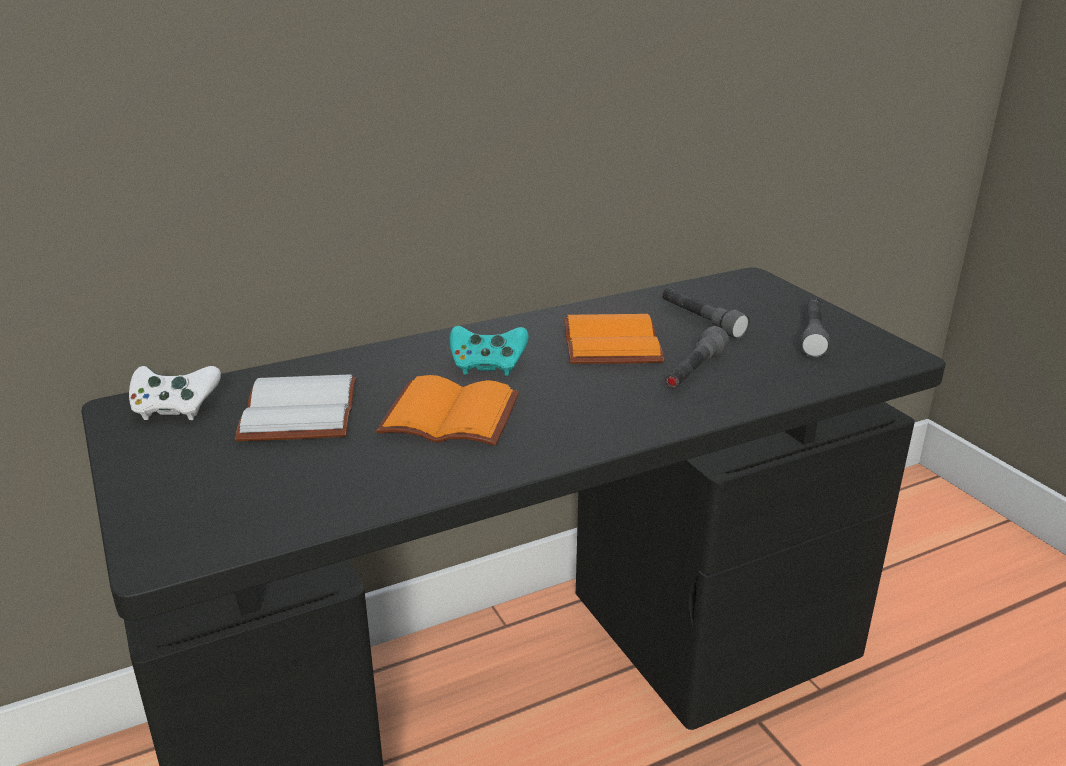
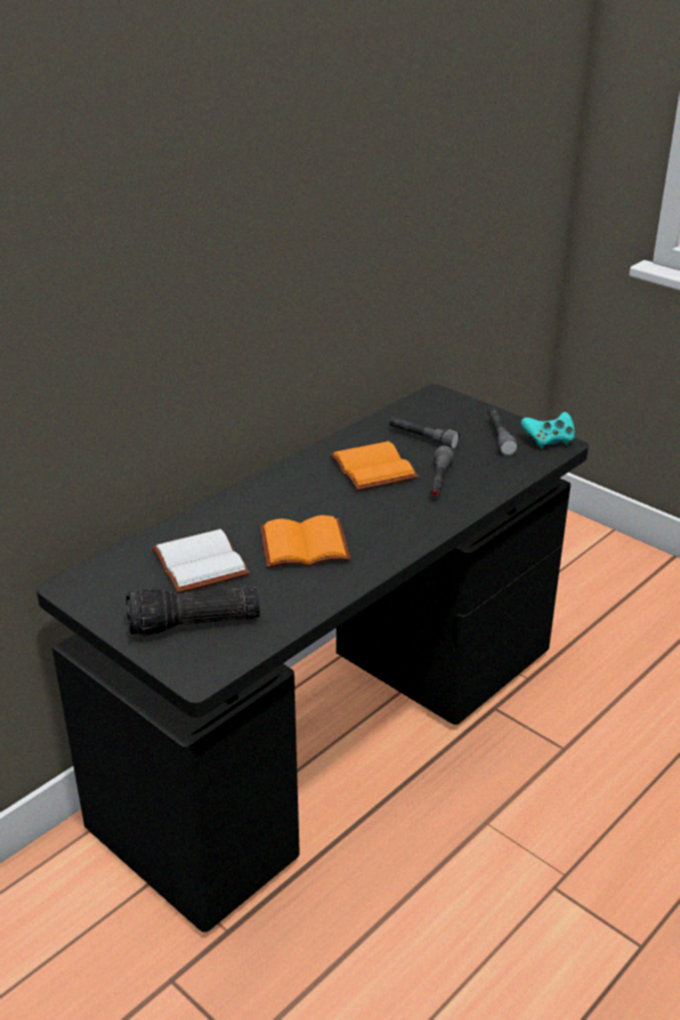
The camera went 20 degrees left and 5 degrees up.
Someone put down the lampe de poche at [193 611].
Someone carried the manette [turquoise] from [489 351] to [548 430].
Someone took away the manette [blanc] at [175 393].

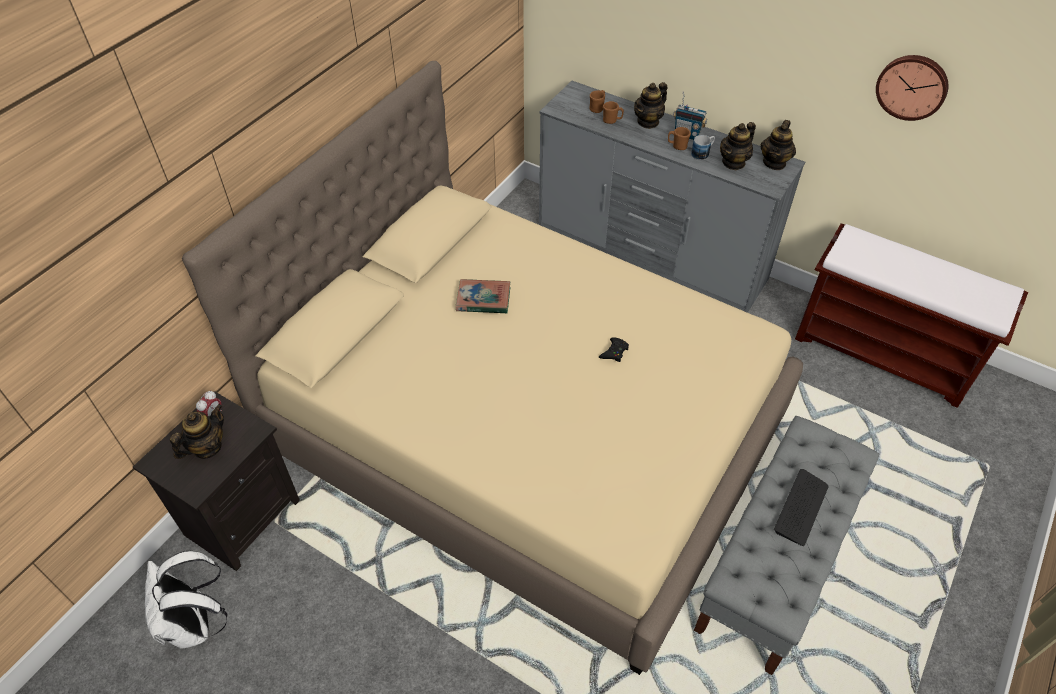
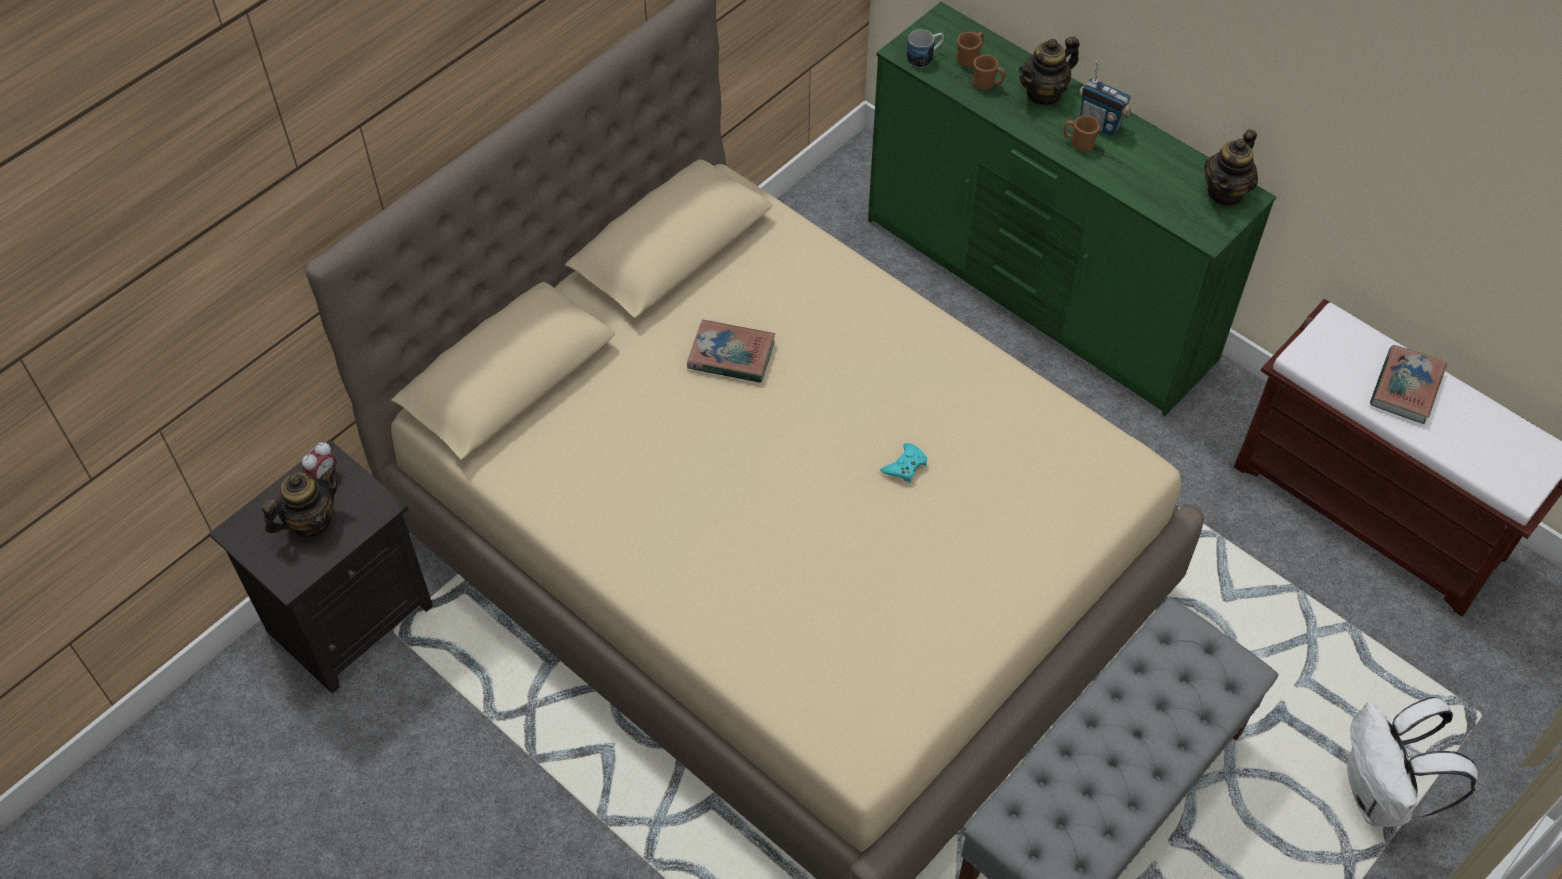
The camera went 10 degrees right and 5 degrees up.
Someone repainted the commode [gris] at [672 197], which became the commode [vert] at [1072 209].
Someone repainted the manette [noir] at [614 349], which became the manette [turquoise] at [903 463].
Someone carried the mug from [703 147] to [925 48].
Someone carried the sac à dos [blanc] from [186 600] to [1412 762].
Someone put down the livre at [1408 384].
Someone took away the théière at [738 146].
Someone took away the clavier at [801 507].
Someone took away the horloge murale at [912 88].

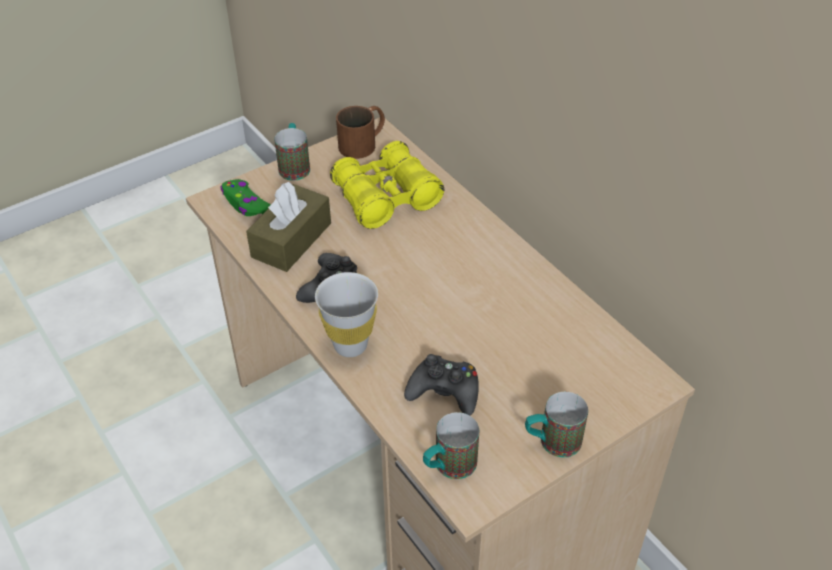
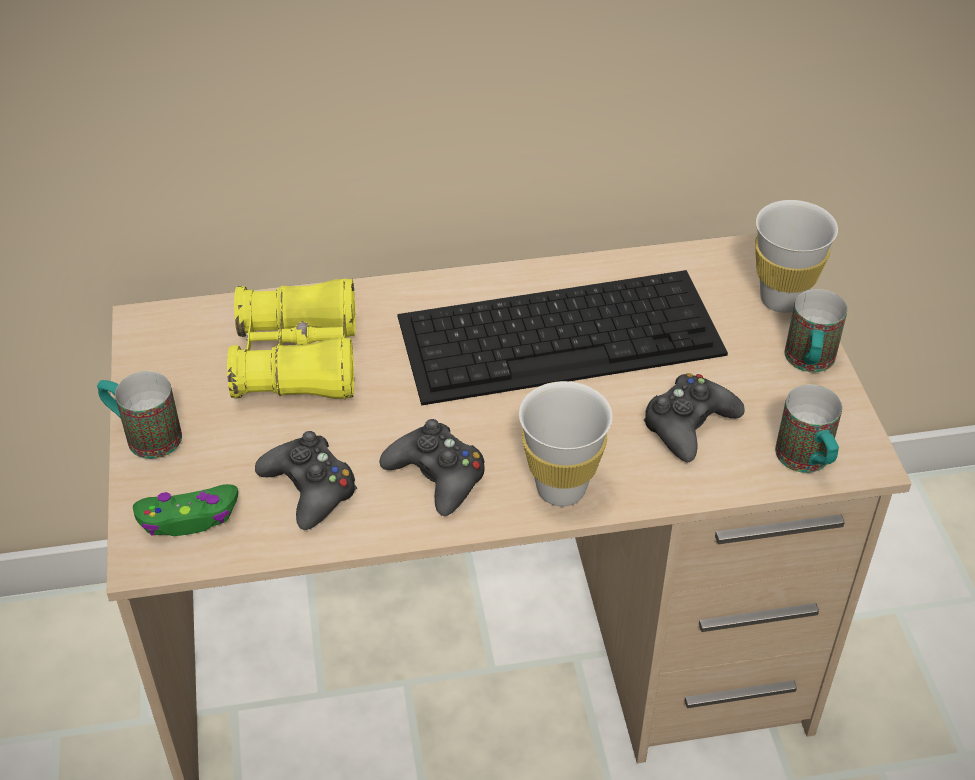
The camera went 65 degrees left and 0 degrees up.
Someone swapped the boîte à mouchoirs [marron] at [288 227] for the manette [noir] at [306 480].
Someone put down the clavier at [562 338].
Someone put down the tasse [blanc] at [796 256].
Someone took away the mug [marron] at [360 132].

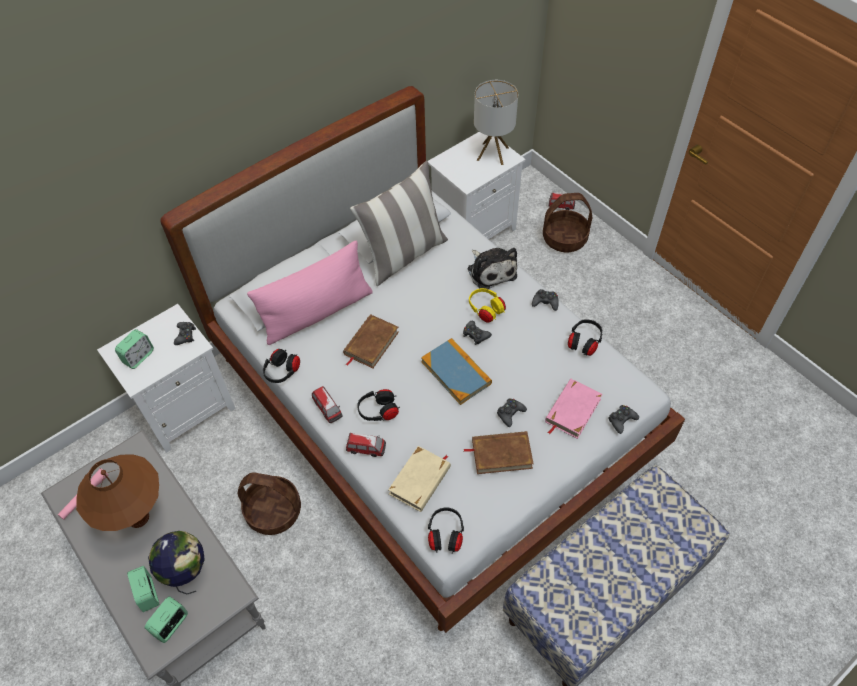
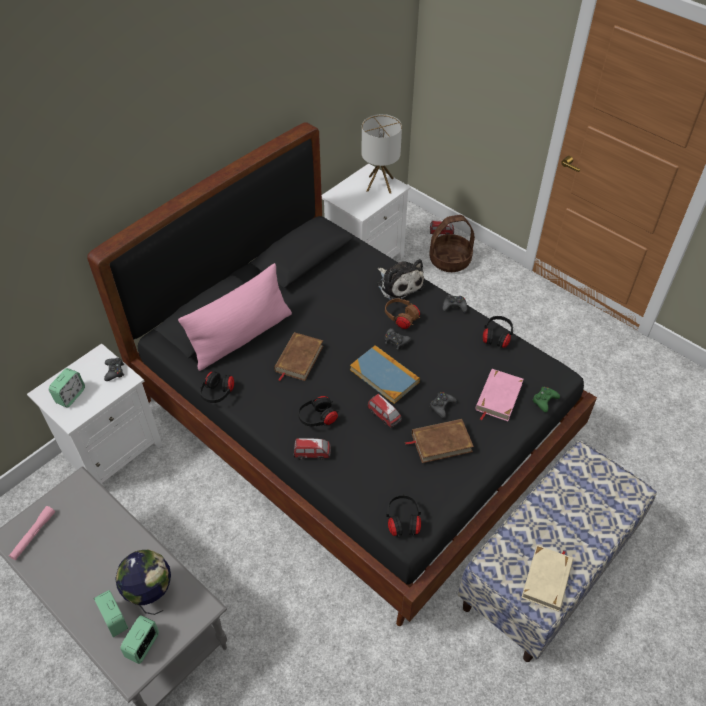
The camera went 10 degrees left and 5 degrees down.
Someone repainted the lit [blanc] at [423 359], which became the lit [noir] at [342 374].
Someone carried the petite voiture from [327 405] to [384 411].
Someone repainted the casque audio [jaune] at [487 305], which became the casque audio [marron] at [402 313].
Someone carried the livre [beige] from [419 479] to [547 578].
Someone repainted the manette [noir] at [624 419], which became the manette [vert] at [546 399].
Someone took away the lampe de table [marron] at [117 492].
Someone took away the panier at [269 504].
Someone took away the coussin at [399 223].

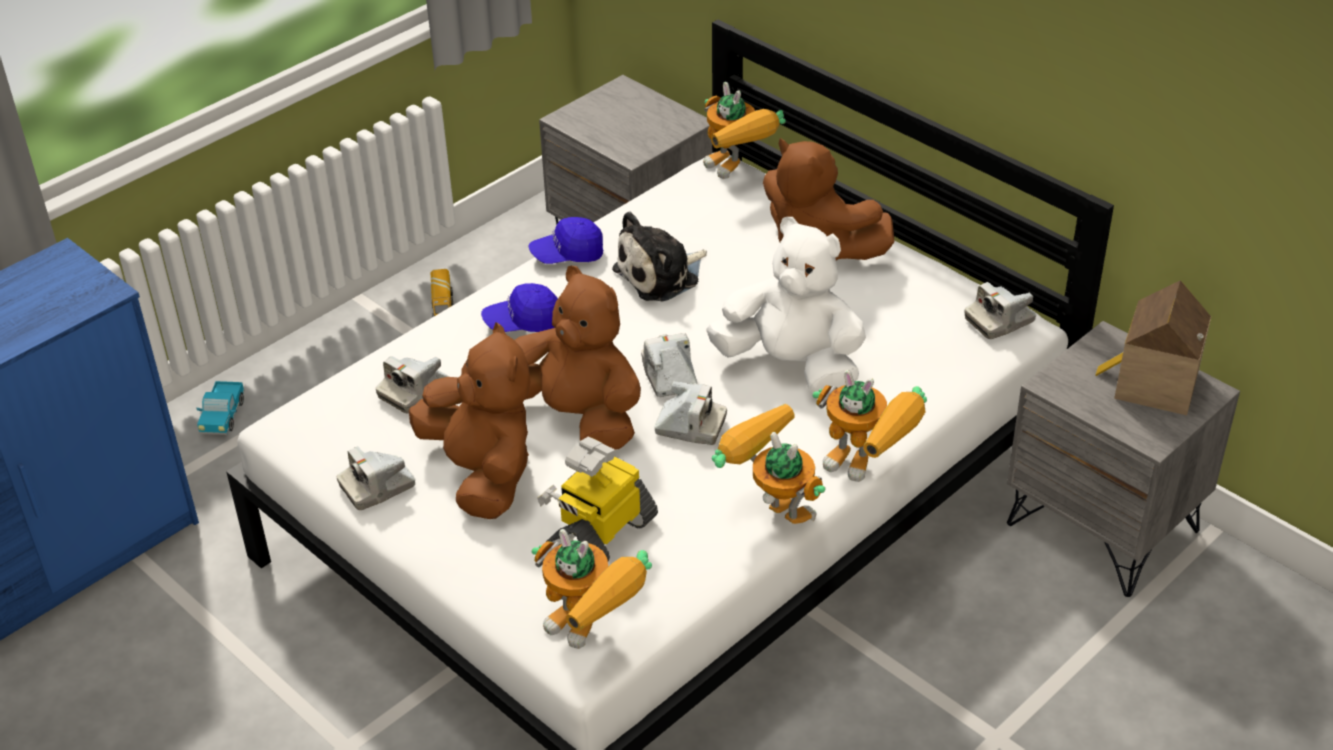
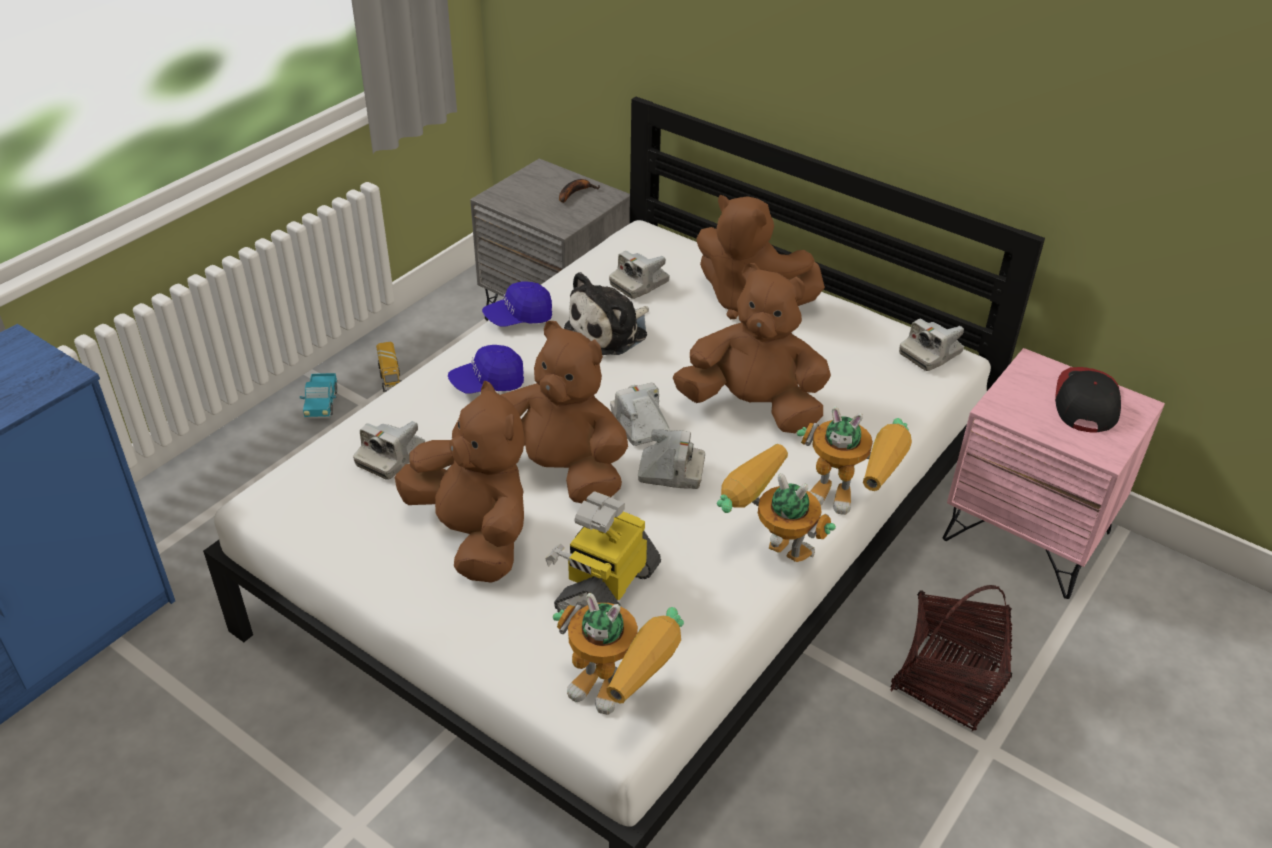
The camera went 10 degrees left and 0 degrees up.
Someone carried the camion jouet from [220 408] to [318 396].
Someone put down the banane at [579 191].
Someone carried the appareil photo from [376 478] to [639 275].
Someone repainted the peluche [blanc] at [786 305], which became the peluche [marron] at [752 348].
Someone put down the panier at [951 658].
Someone repainted the table de chevet [gris] at [1123 459], which became the table de chevet [rose] at [1054 473].
Someone swapped the maison miniature at [1153 347] for the casquette at [1088 400].
Someone took away the robot jouet at [744 130].

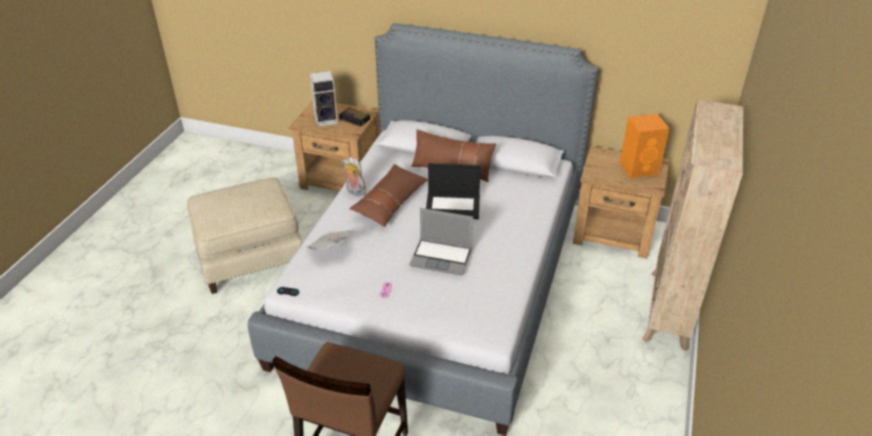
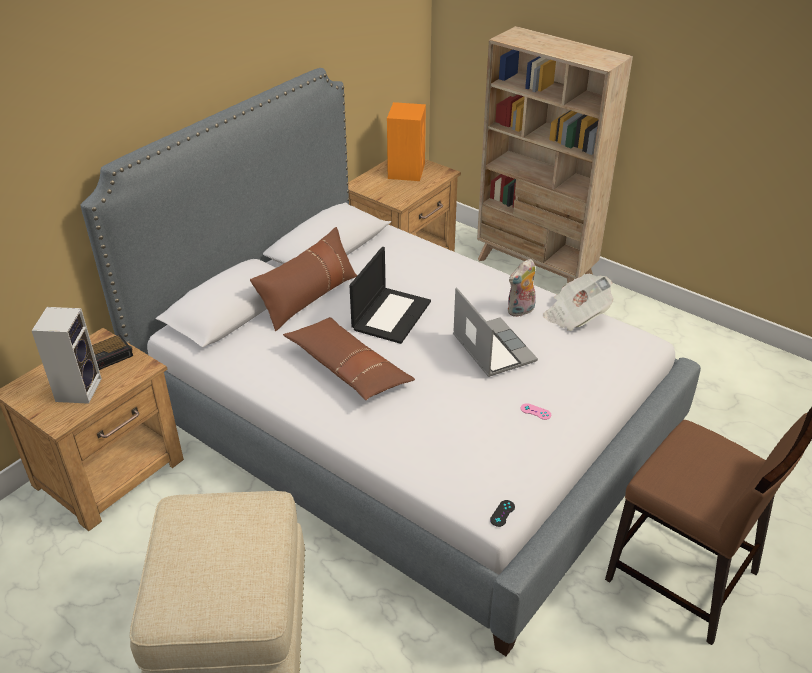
The camera went 70 degrees left and 0 degrees up.
Someone rotated the ordinateur portable at [441 242] by 60 degrees counterclockwise.
Someone carried the peluche from [354 177] to [521 288].
Someone carried the journal from [330 240] to [578 302].

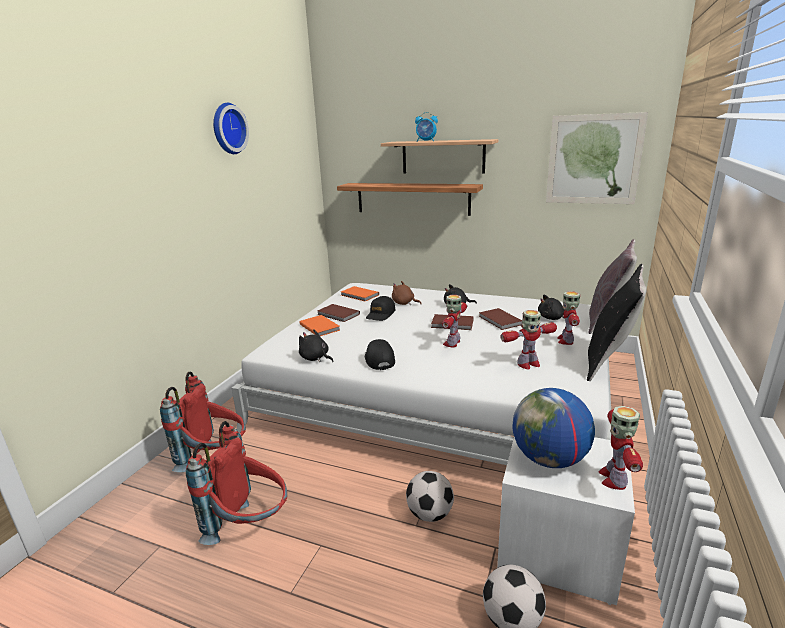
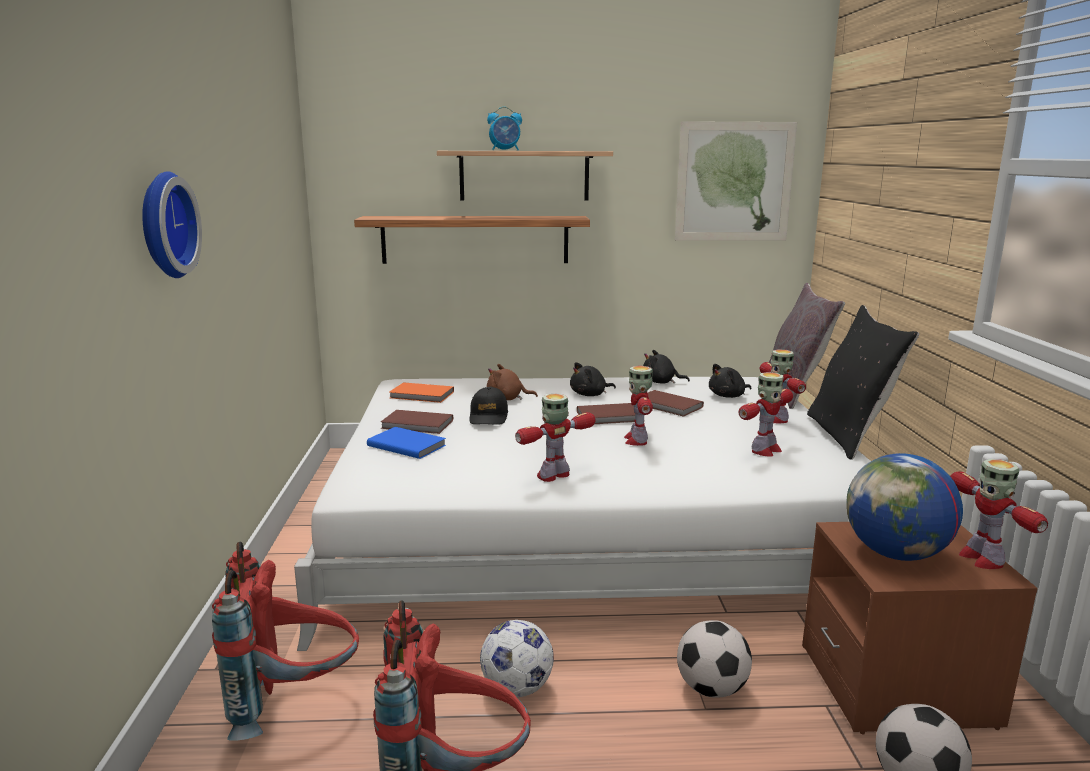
The camera went 25 degrees left and 5 degrees down.
Someone carried the horloge murale from [231 128] to [172 224].
Someone repainted the livre [orange] at [319 325], which became the livre [bleu] at [406 443].
Someone put down the ballon de foot at [517 658].
Someone swapped the casquette [noir] at [380 354] for the robot jouet at [555 437].
Someone carried the peluche [noir] from [316 345] to [666 367].
Someone repainted the table de chevet [blanc] at [566 521], which became the table de chevet [marron] at [920 628].

